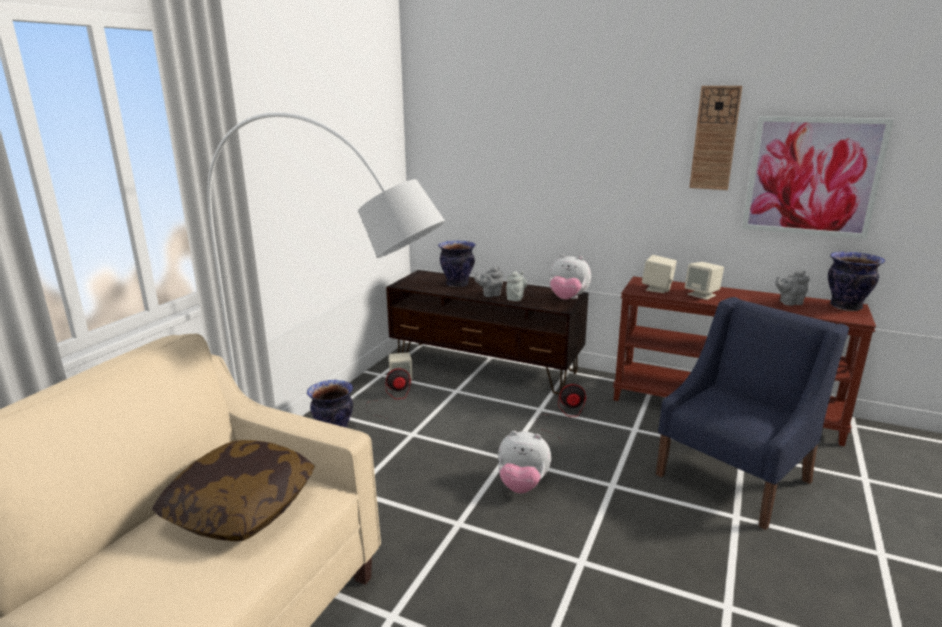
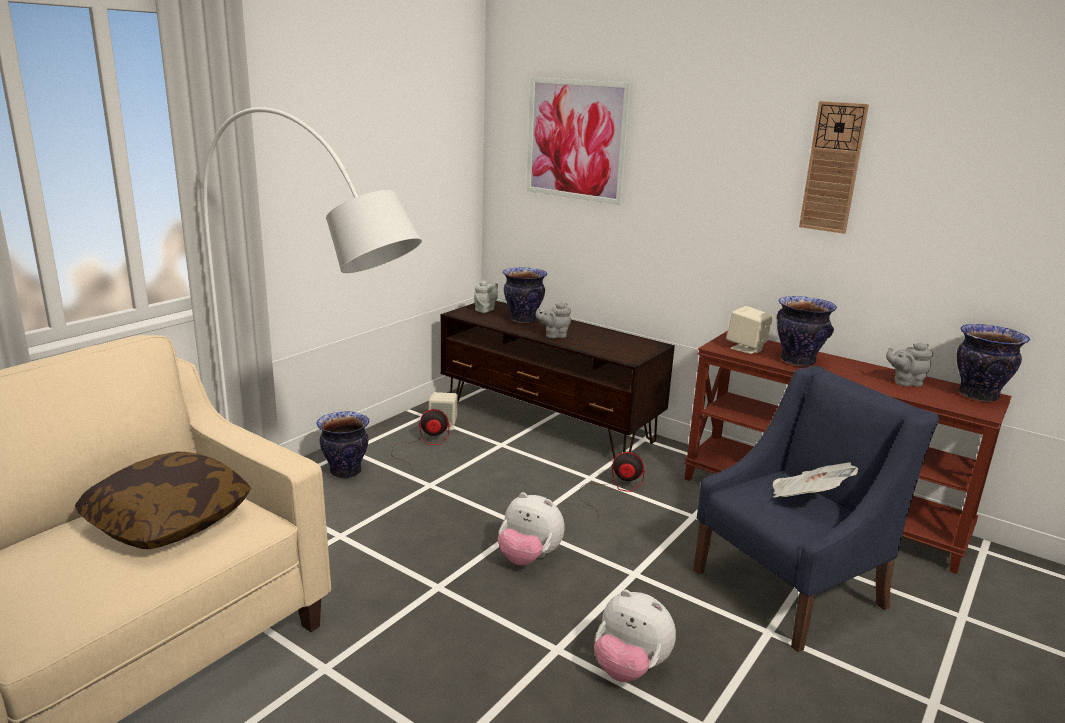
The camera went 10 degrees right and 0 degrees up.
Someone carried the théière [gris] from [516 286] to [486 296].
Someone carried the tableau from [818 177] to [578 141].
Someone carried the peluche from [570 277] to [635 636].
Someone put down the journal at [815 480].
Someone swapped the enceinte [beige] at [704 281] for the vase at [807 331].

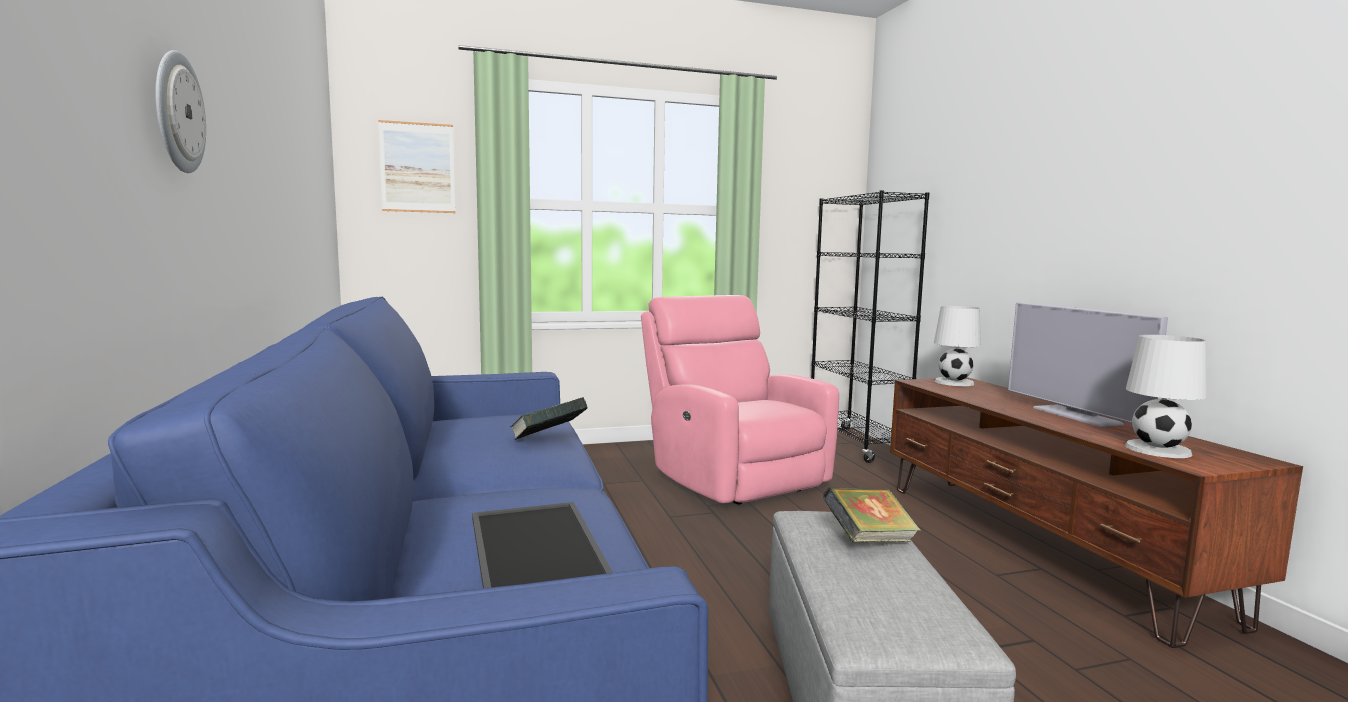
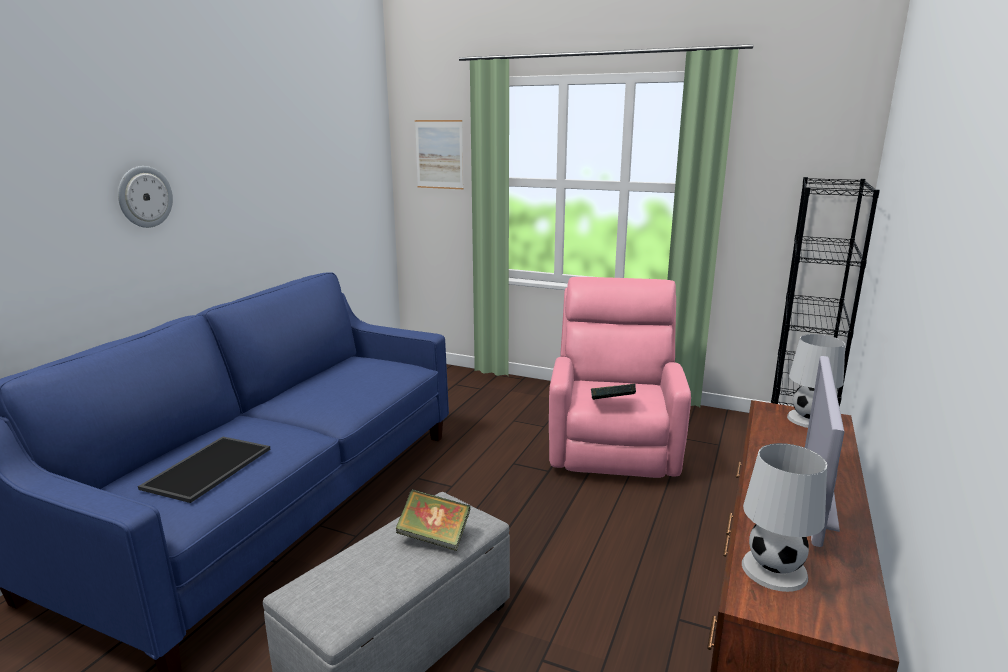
The camera went 40 degrees right and 10 degrees up.
Someone carried the livre from [549 418] to [613 392].

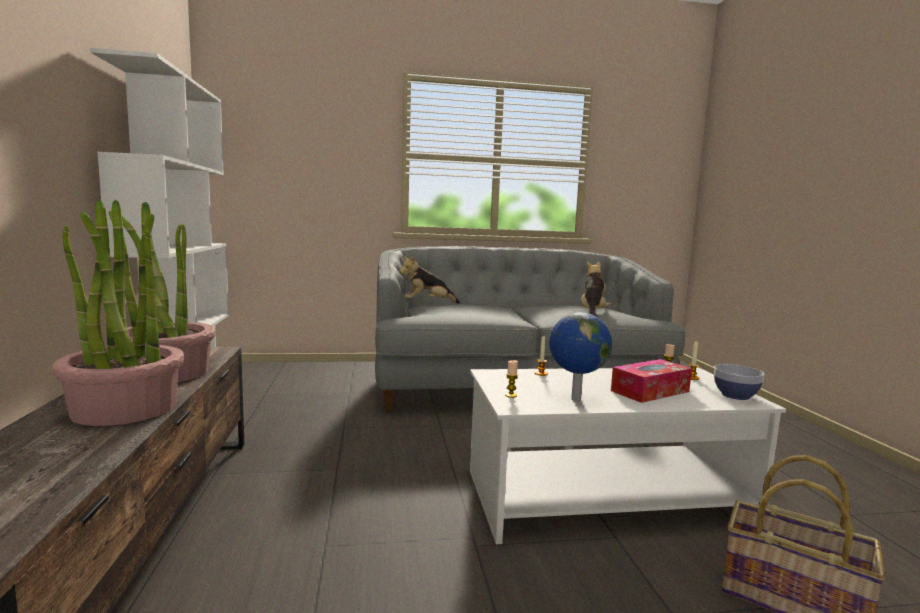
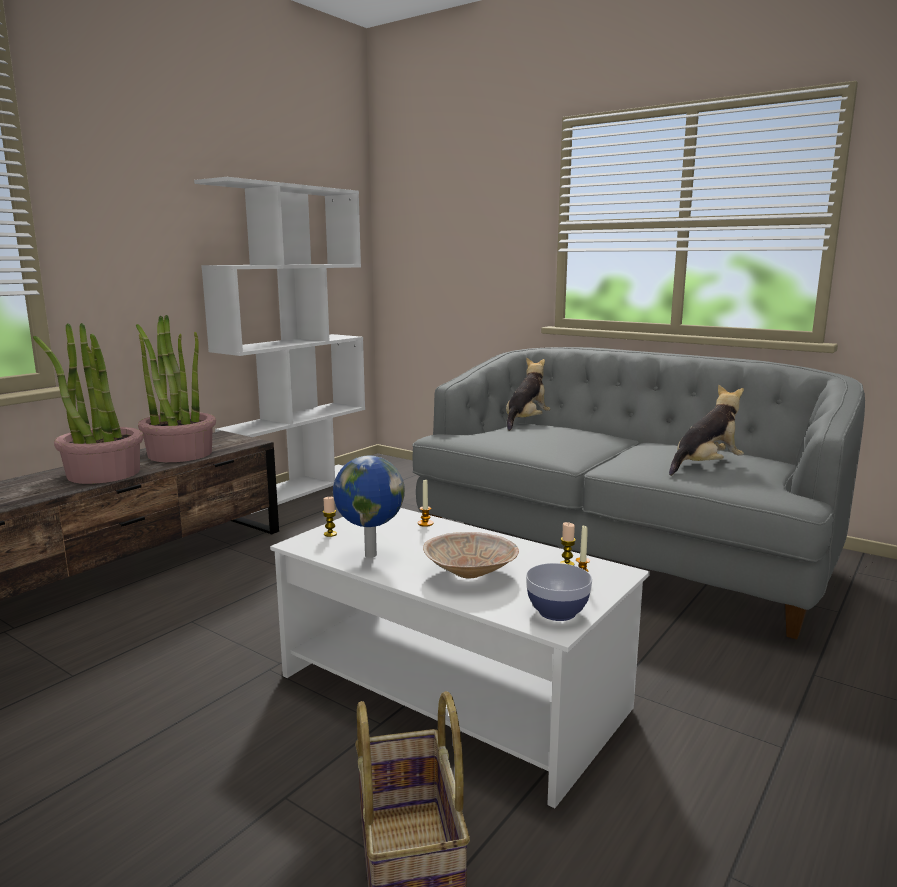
The camera went 45 degrees right and 5 degrees up.
Someone swapped the boîte à mouchoirs at [651 381] for the bol [beige] at [471 555].
Someone rotated the peluche at [429 280] by 90 degrees clockwise.

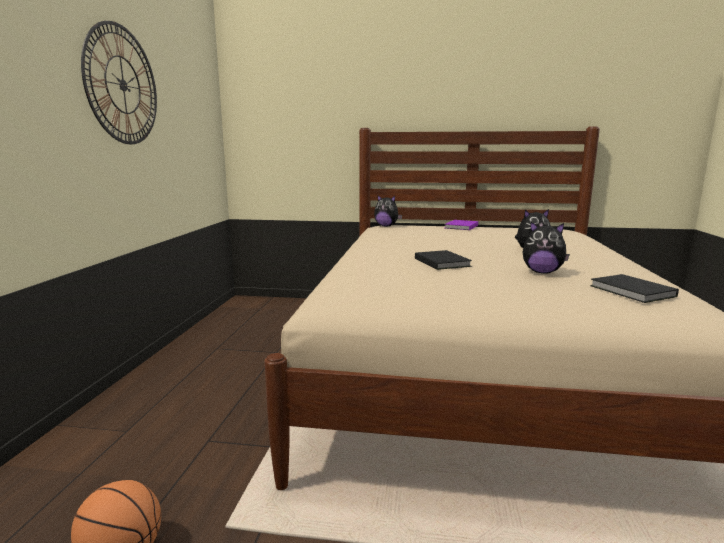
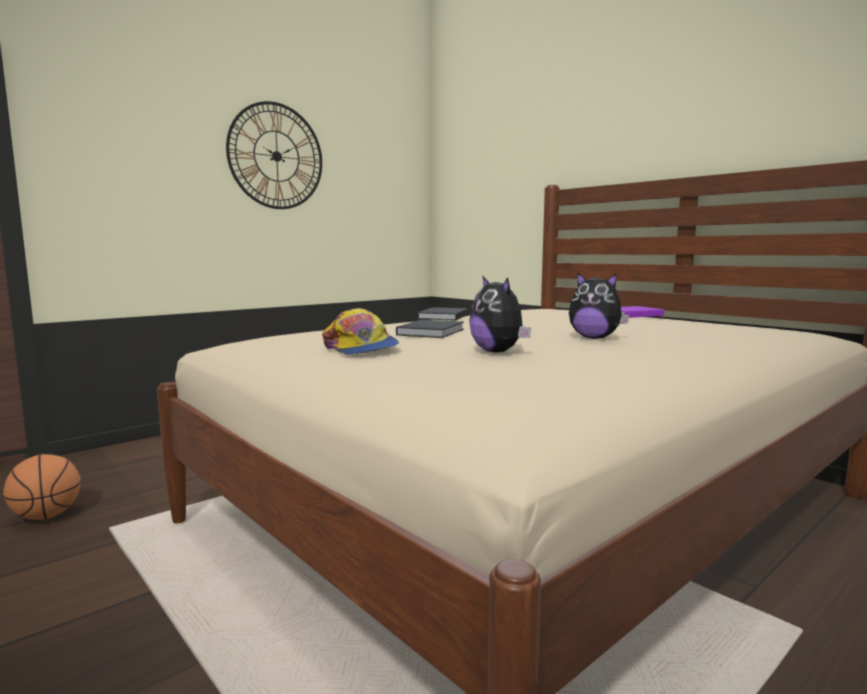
The camera went 40 degrees right and 5 degrees down.
Someone put down the casquette at [360 331].
Someone carried the livre [noir] from [634 288] to [443 314].
Someone took away the peluche at [388 211].

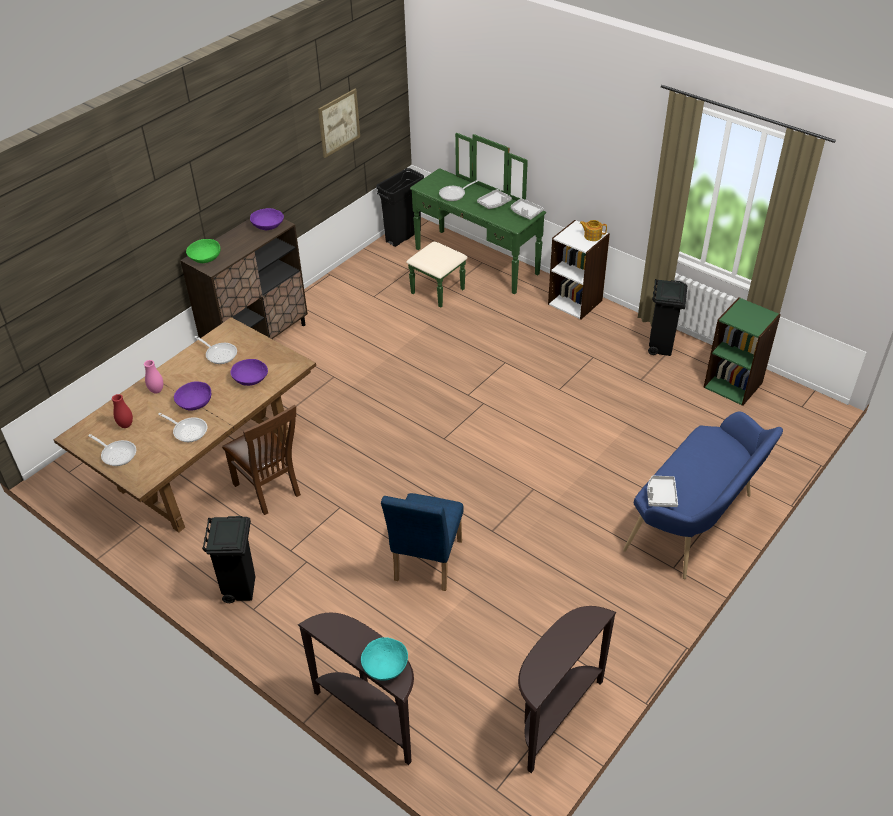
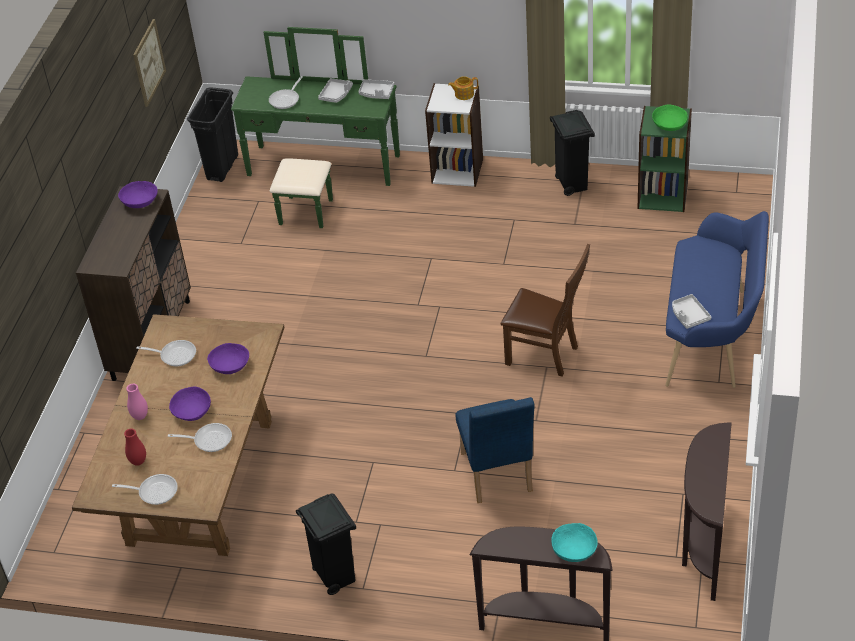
The camera went 25 degrees left and 0 degrees up.
Someone carried the chaise [marron] from [261 460] to [545 310].
Someone carried the bol [vert] from [203 251] to [670 118].

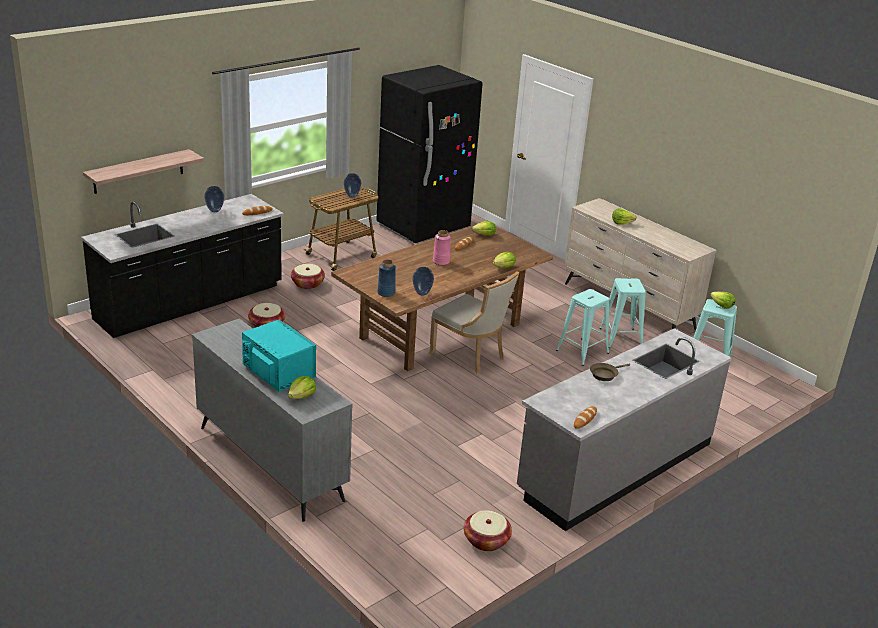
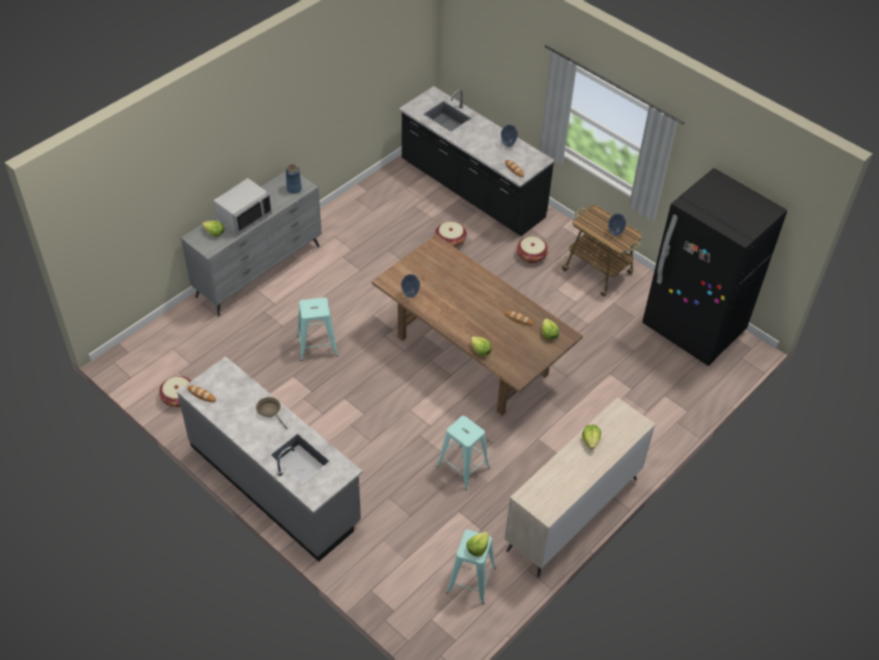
The camera went 85 degrees right and 20 degrees up.
Someone repainted the micro-ondes [turquoise] at [279 355], which became the micro-ondes [gris] at [242 207].
Someone carried the vase [bleu] from [386 278] to [294 179].
Someone carried the tabouret [turquoise] from [623 313] to [317 329].
Someone took away the étagère at [143 171].
Someone took away the chaise [beige] at [474 322].
Someone took away the vase [rose] at [442 247].

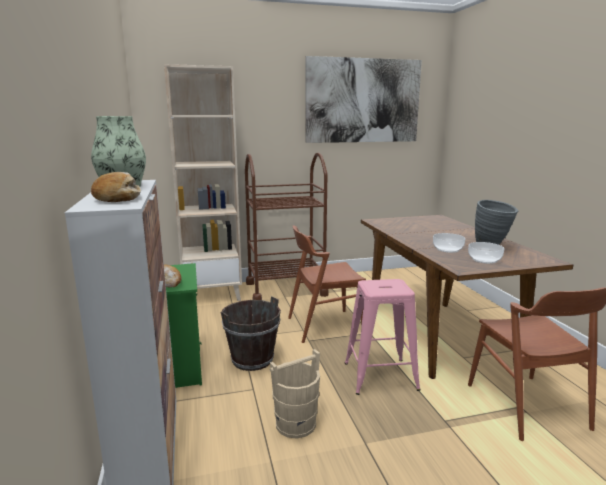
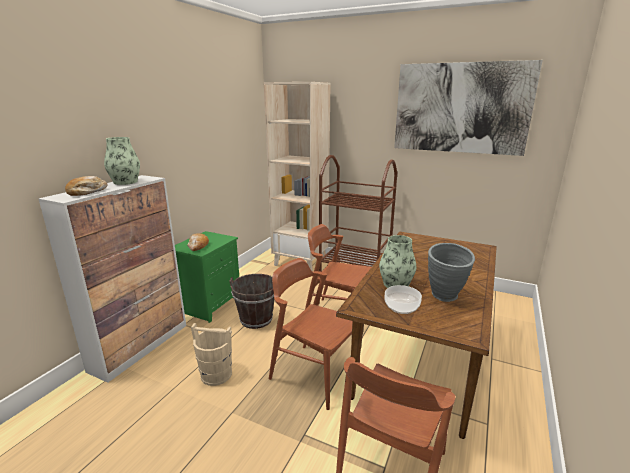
The camera went 40 degrees right and 5 degrees up.
Someone swapped the tabouret [rose] at [382 337] for the chaise [marron] at [314 334].
Someone swapped the bol at [449 243] for the vase at [397 261].

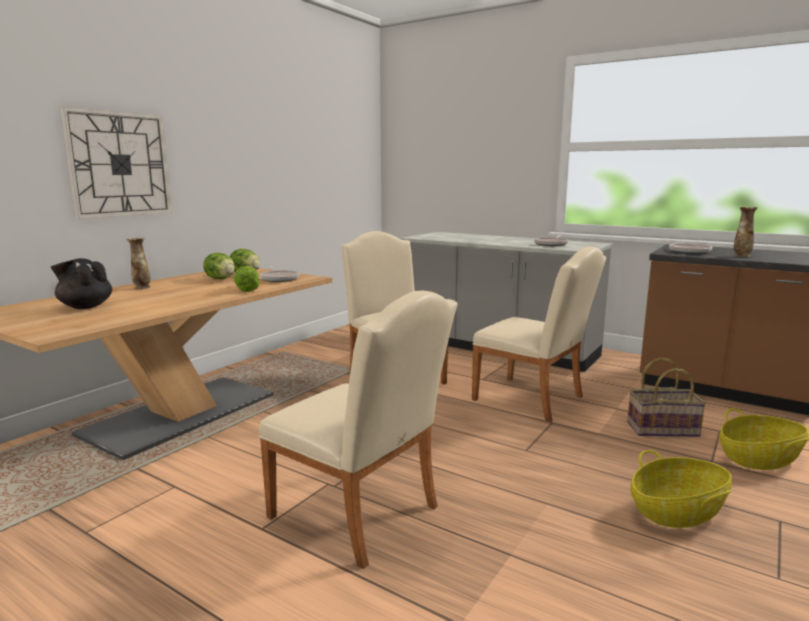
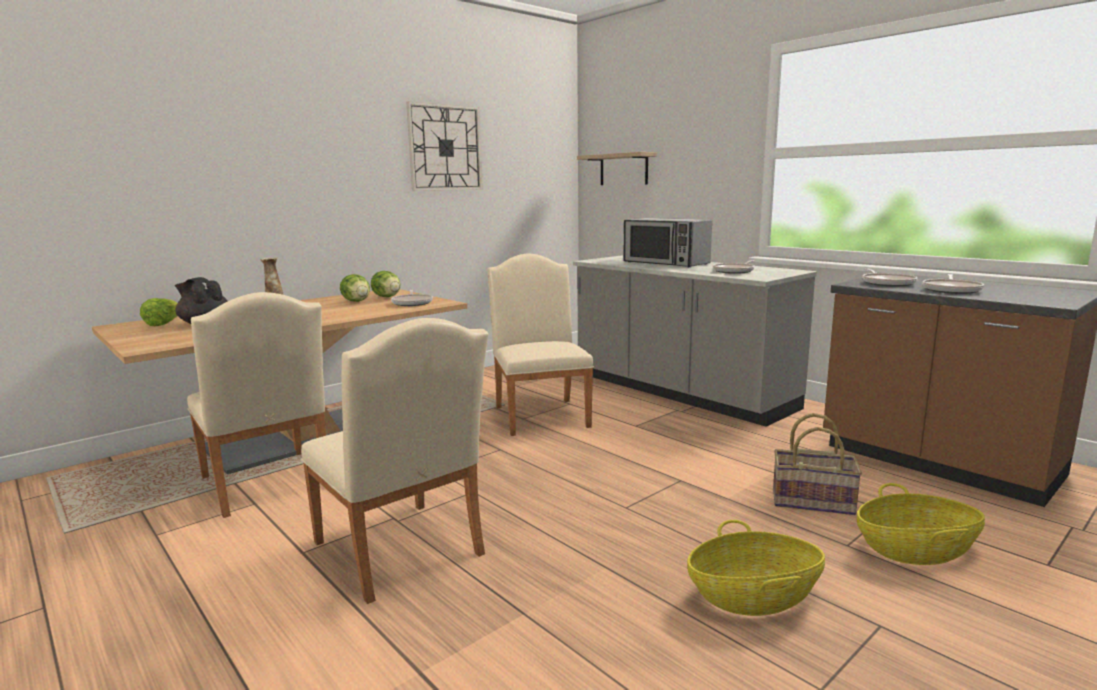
The camera went 15 degrees right and 0 degrees up.
Someone carried the laitue from [247 279] to [158 312].
Someone carried the chaise [beige] from [539 334] to [256 405].
Someone carried the horloge murale from [116 163] to [444 146].
Someone put up the étagère at [617 168].
Someone put down the micro-ondes at [667 242].
Someone swapped the vase at [746 232] for the poêle at [953 284].

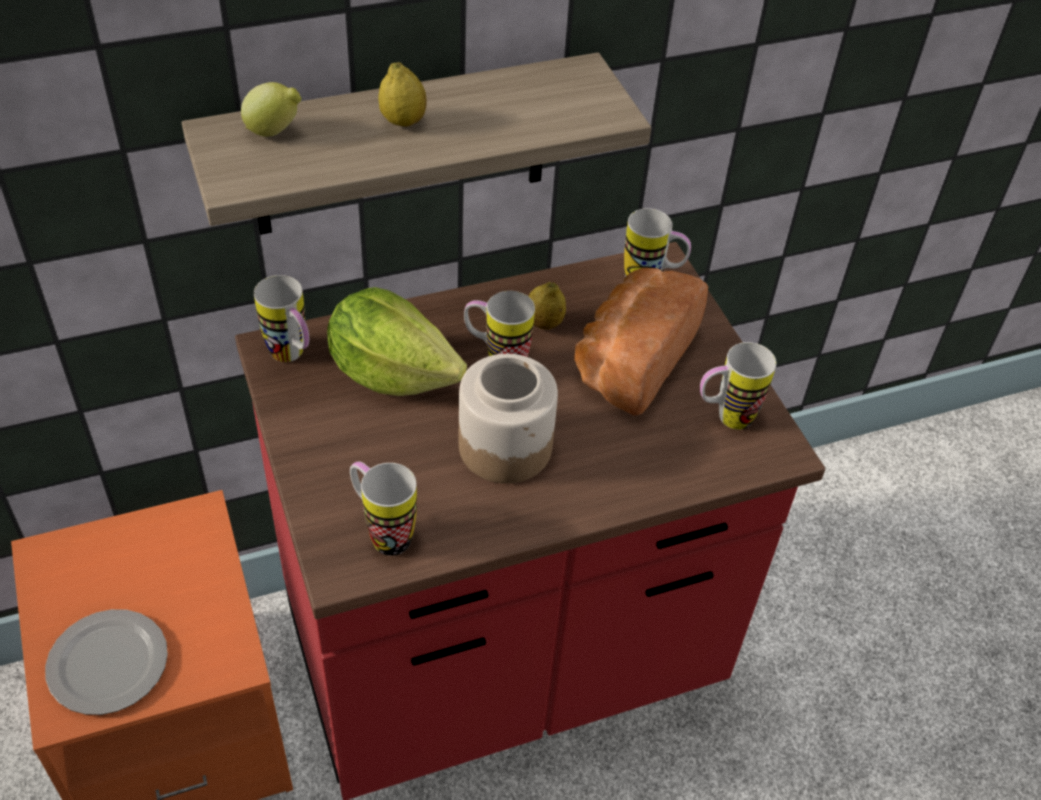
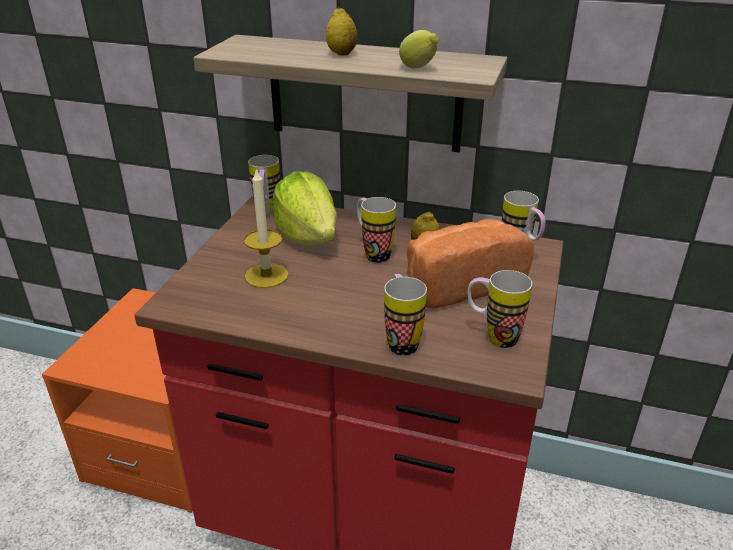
The camera went 40 degrees right and 15 degrees down.
Someone put down the bougie at [266 228].
Someone carried the mug from [383 508] to [405 315].
Someone carried the citron from [271 109] to [419 49].
Someone took away the assiette at [106 662].
Someone took away the bocal at [508 419].

